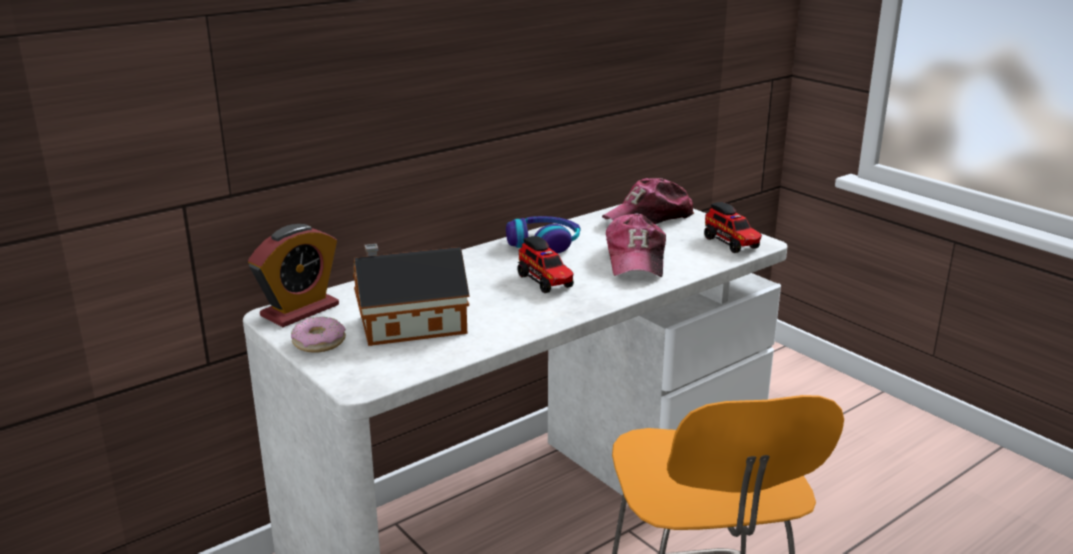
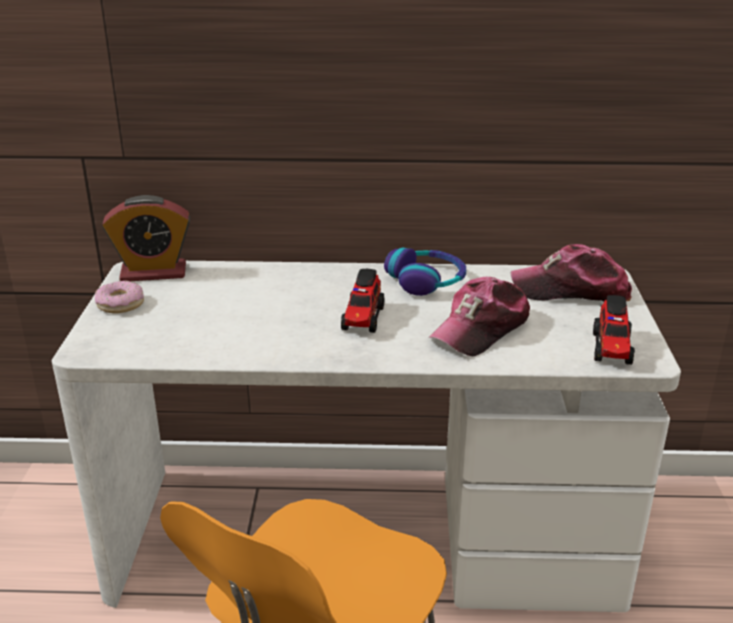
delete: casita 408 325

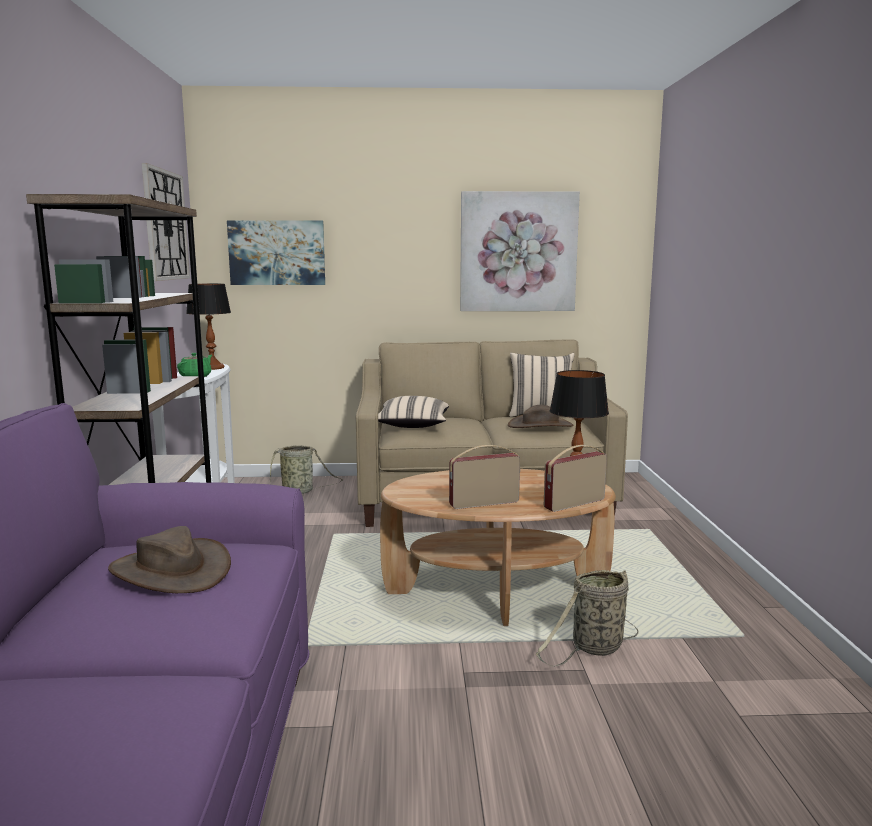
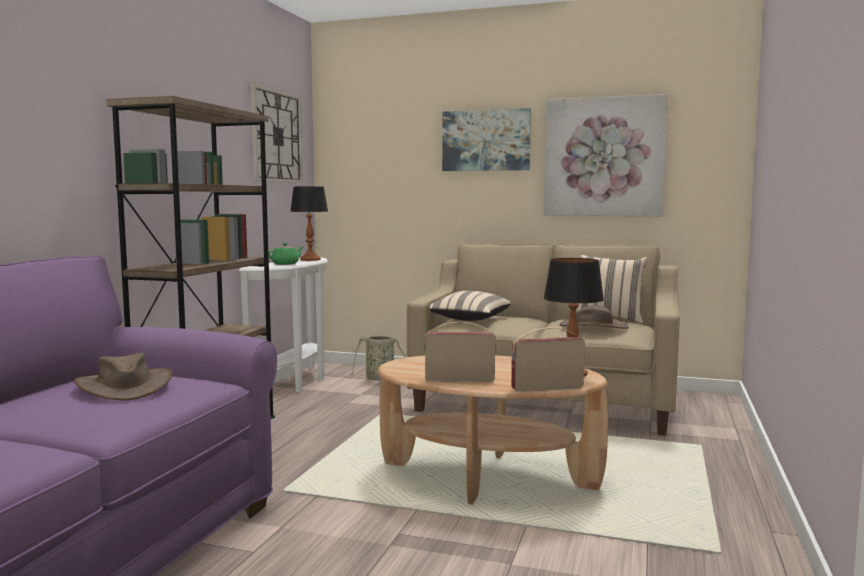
delete: cesta 594 648
move: cuadro 277 253 to 486 140

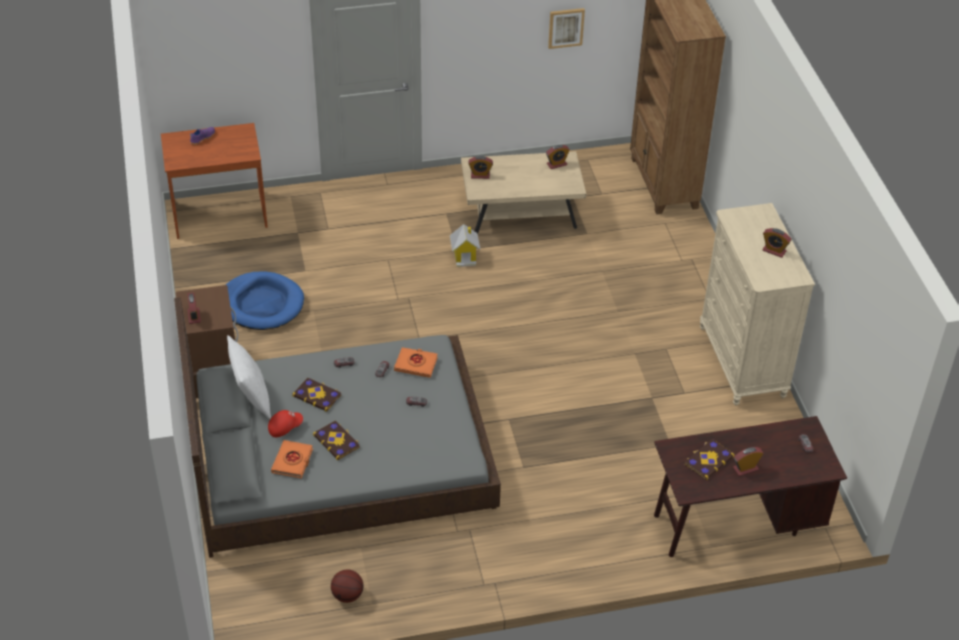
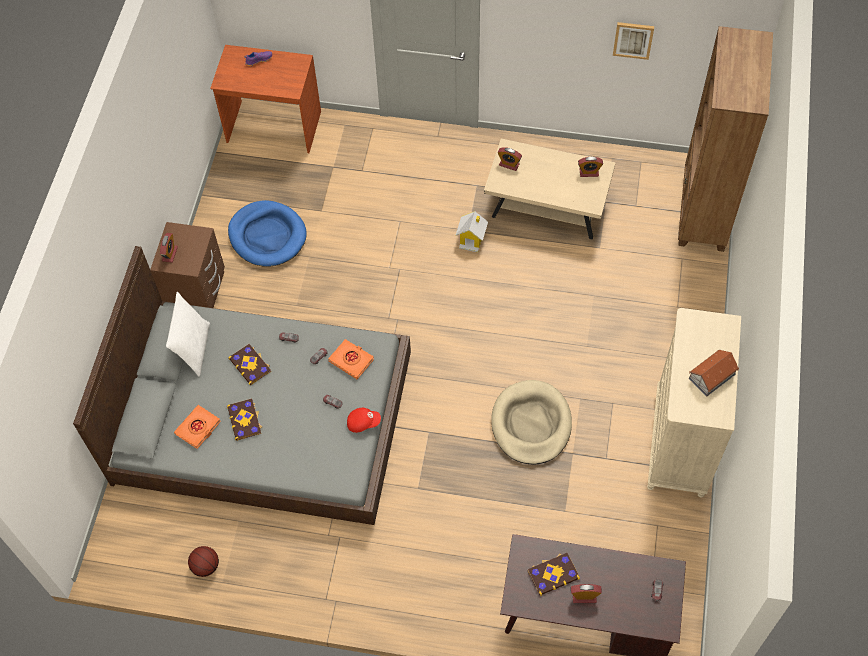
insert: cama para perro (beis) 531 424
move: gorra (rojo) 285 427 to 363 422
replace: despertador 774 251 to casita 712 376

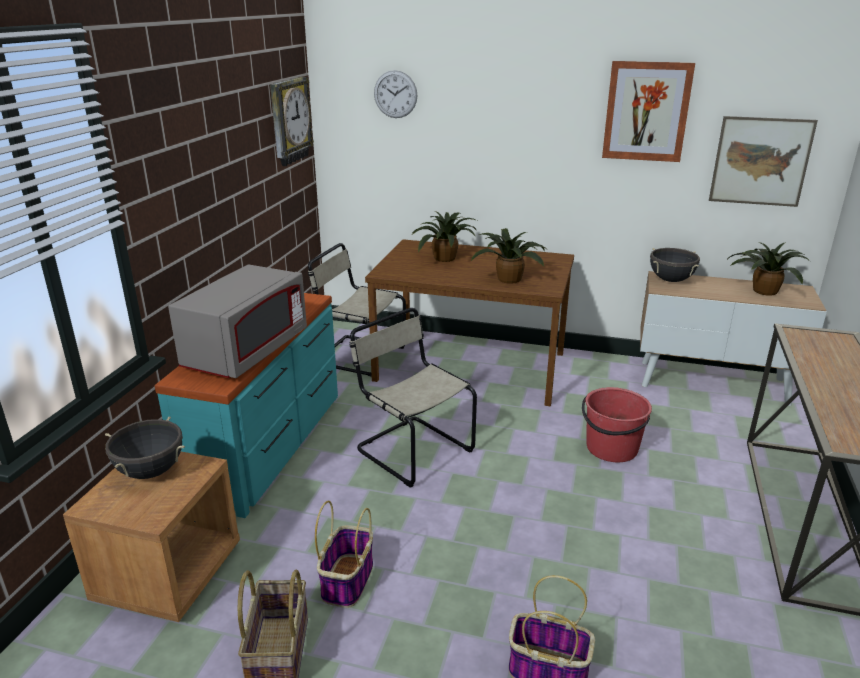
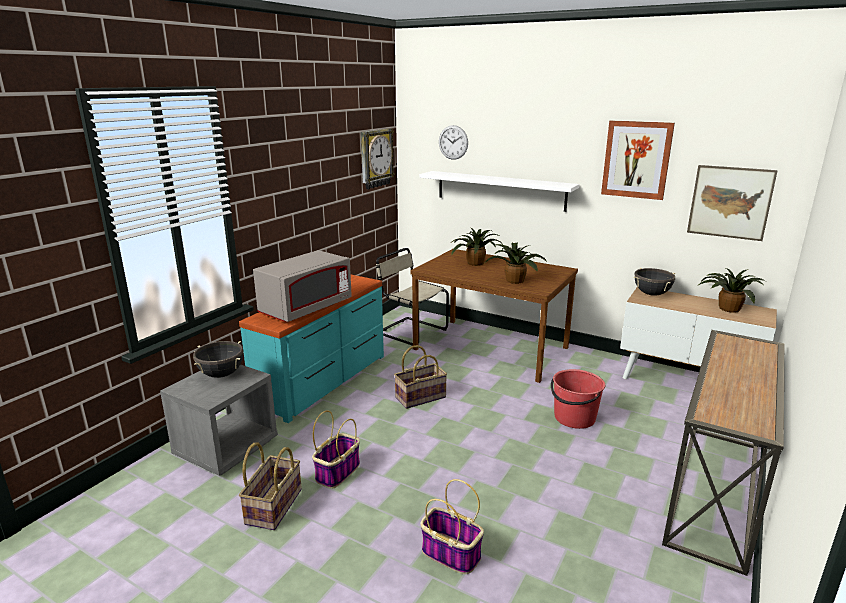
insert: estante (blanco) 500 190
replace: silla (beis) 411 449 to cesta 420 397
recolor: mesita de noche (marrón) 169 573 to mesita de noche (gris) 226 448

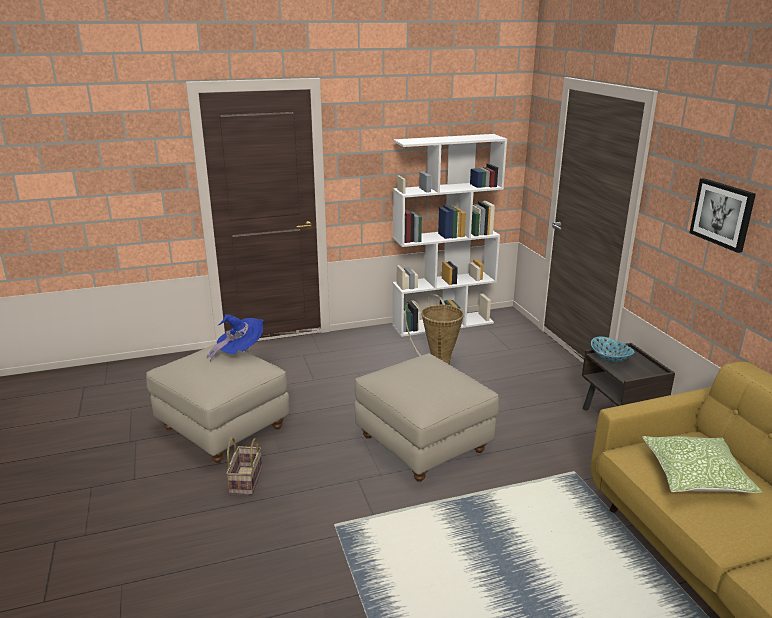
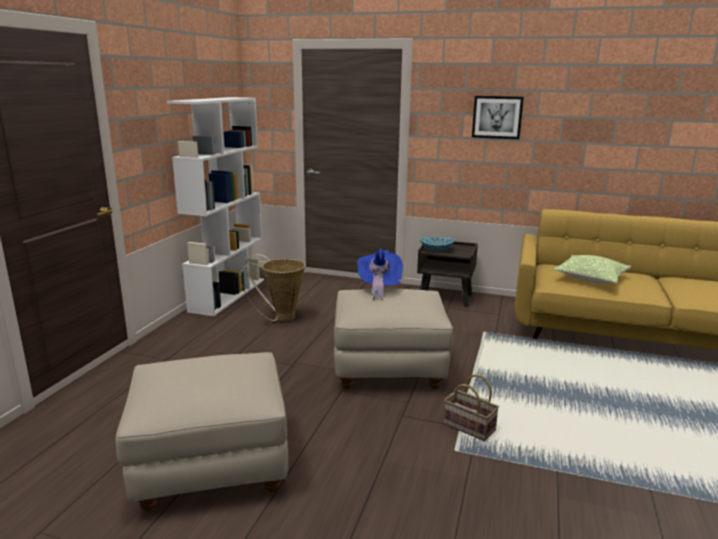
move: sombrero (azul) 240 352 to 379 287; cesta 245 480 to 467 427

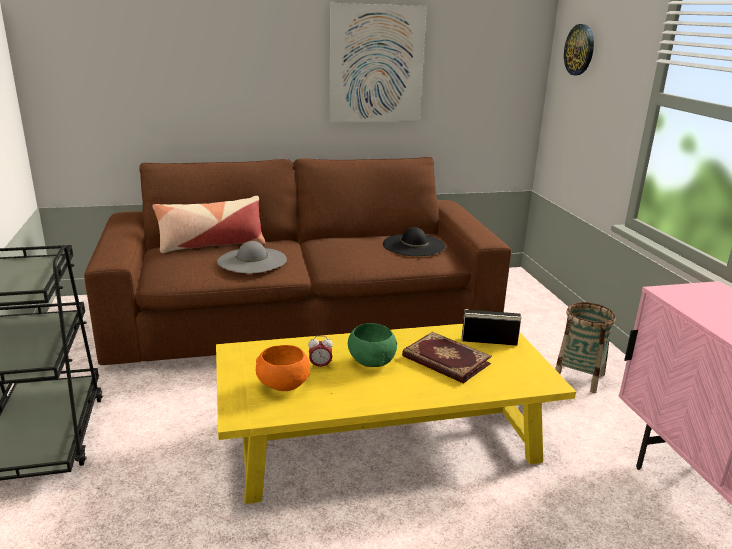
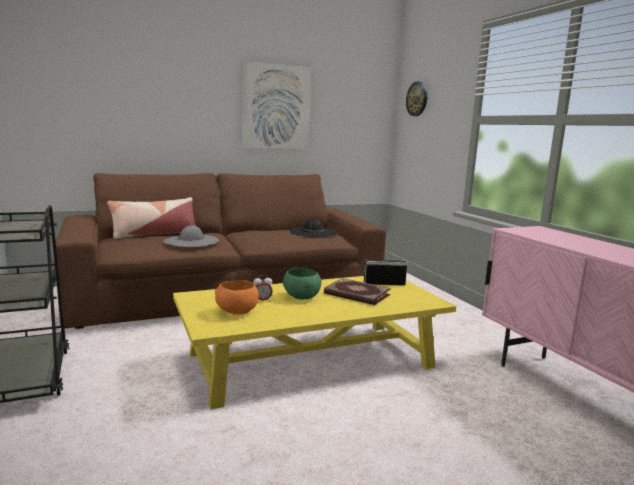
delete: cesta 579 377

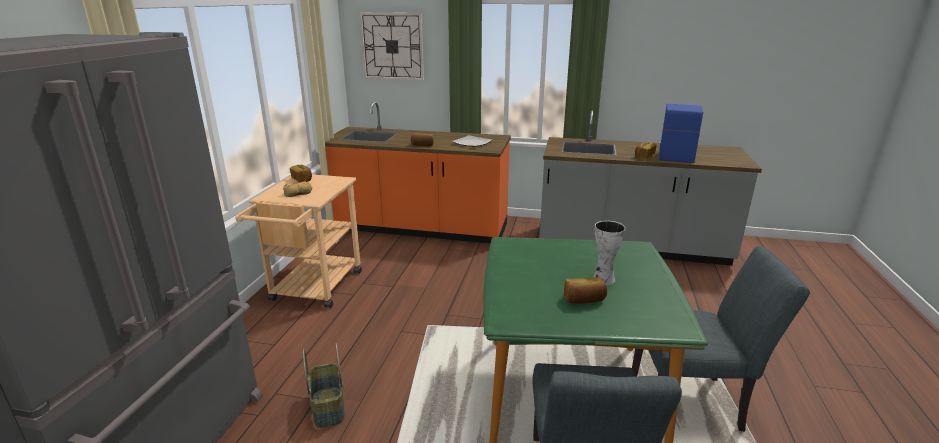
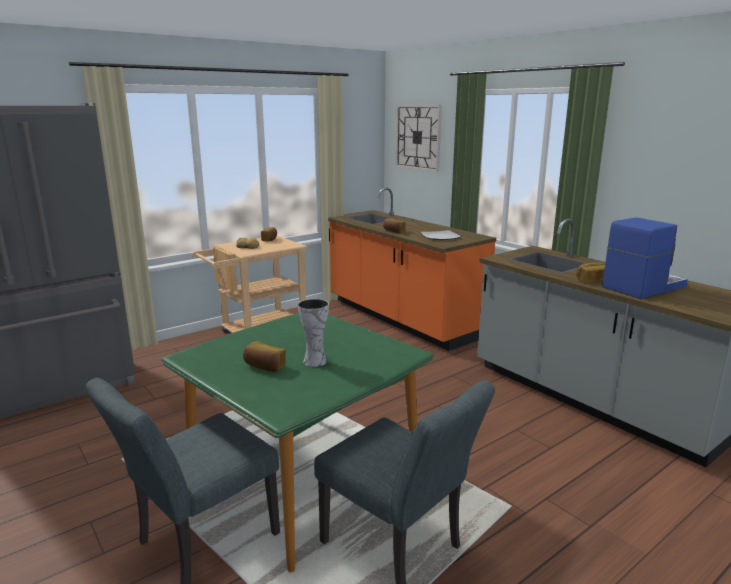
delete: cesta 327 407

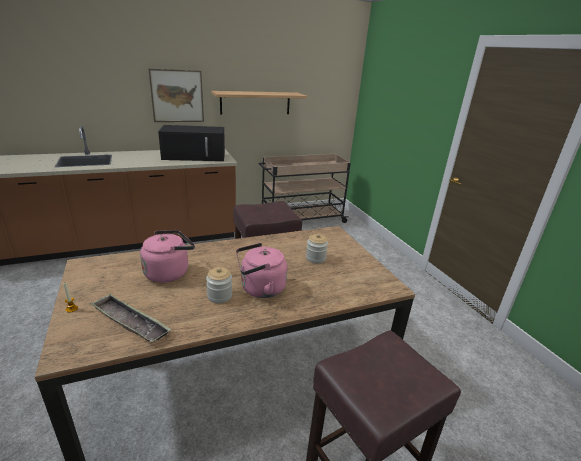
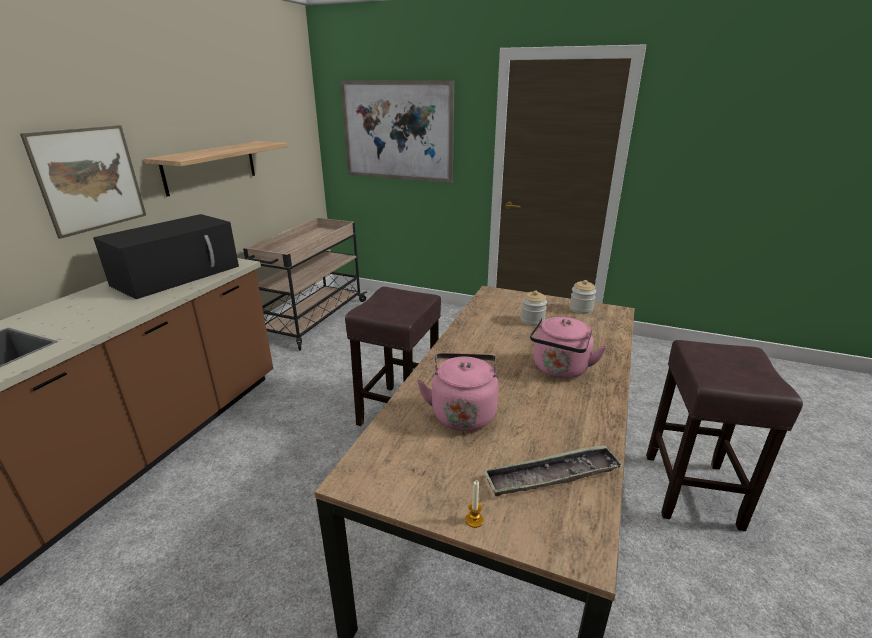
insert: cuadro 397 131
move: tarro 219 296 to 581 309

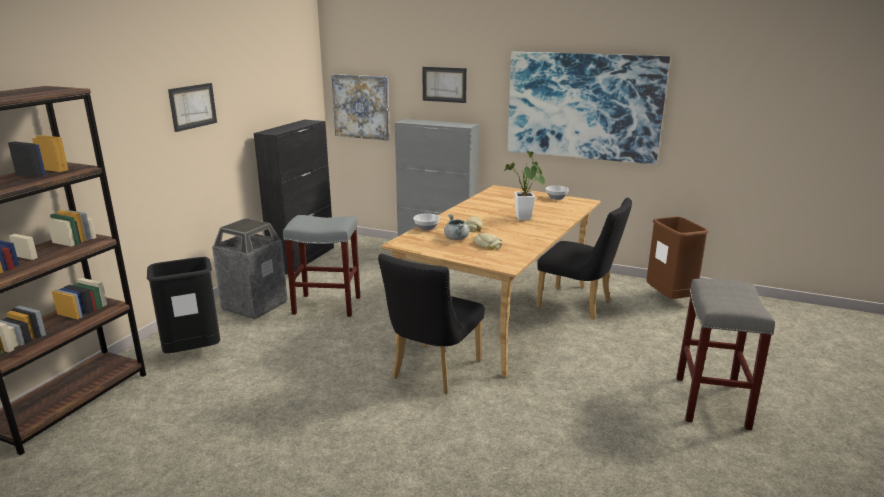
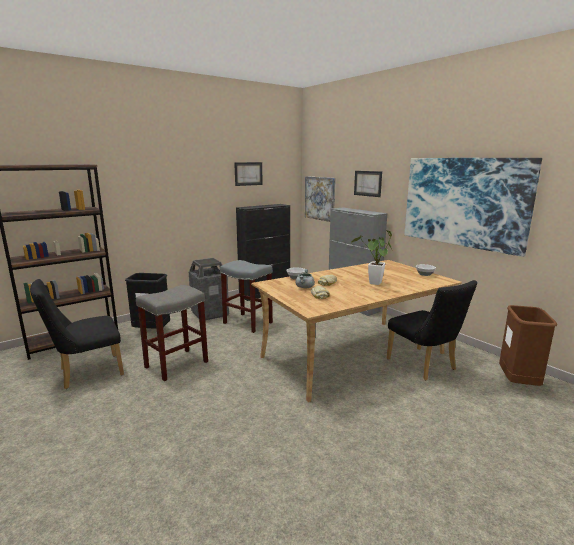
move: cuadro 193 106 to 248 173; silla (negro) 432 372 to 86 373; taburete (gris) 712 403 to 176 365

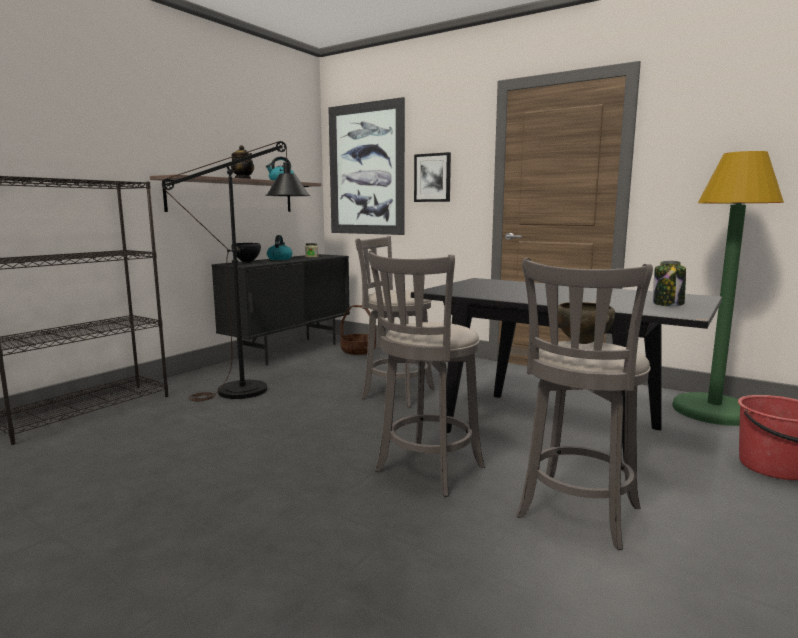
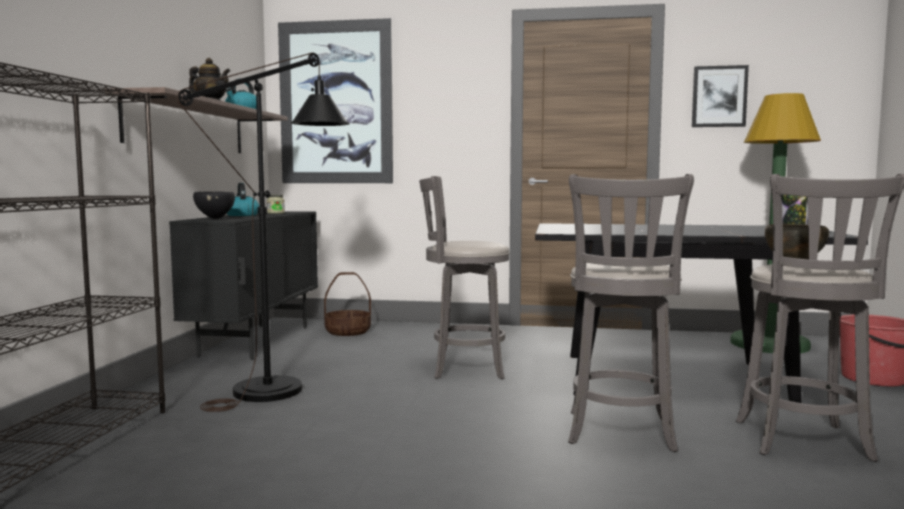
move: cuadro 432 177 to 719 96

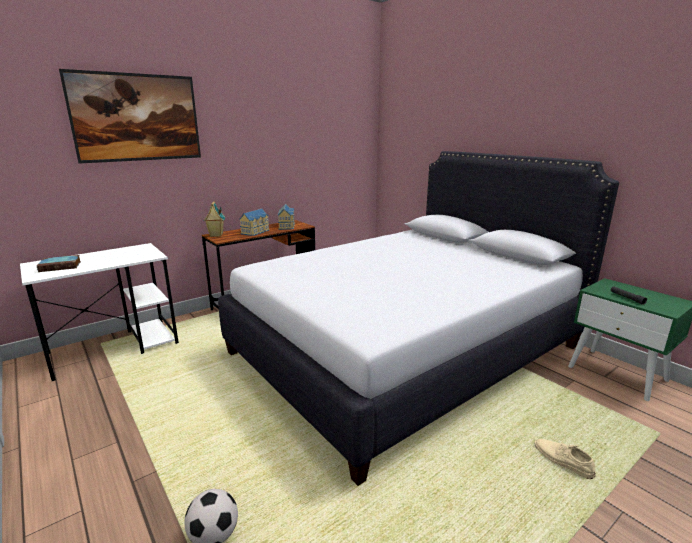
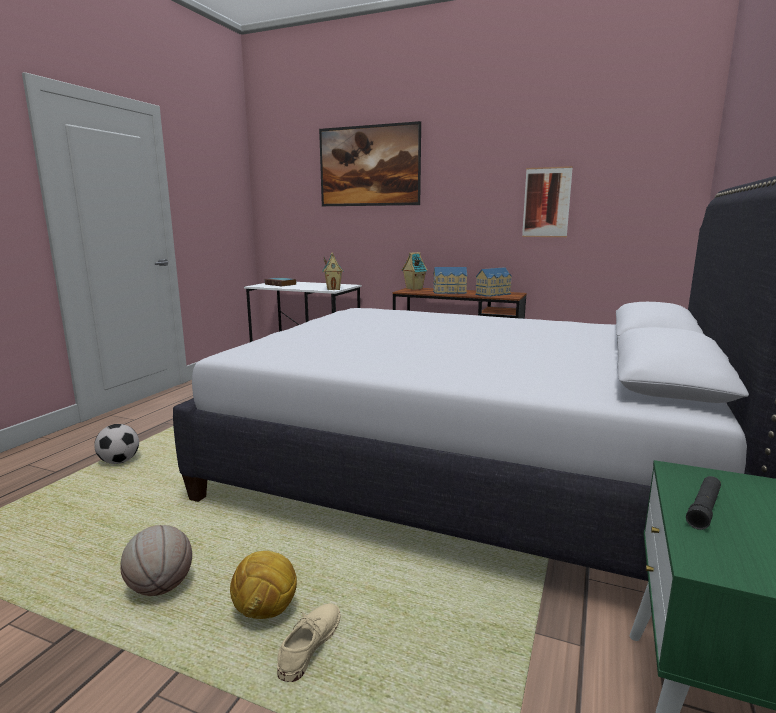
insert: balón de baloncesto 160 587; balón de fútbol 266 612; casita 333 289; cuadro 546 202

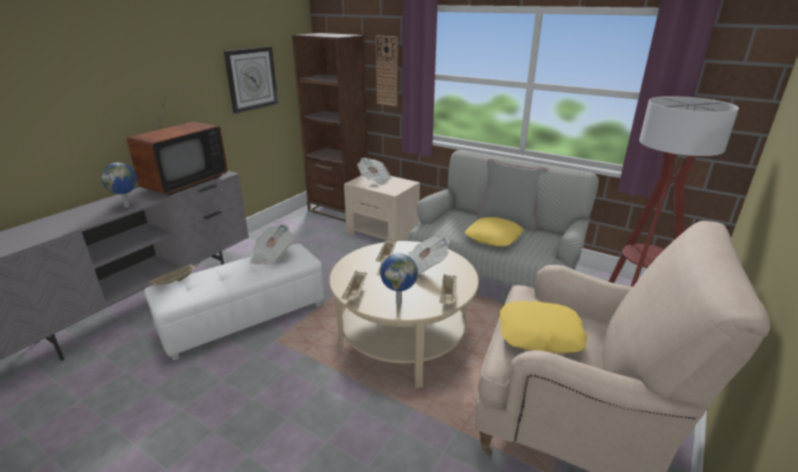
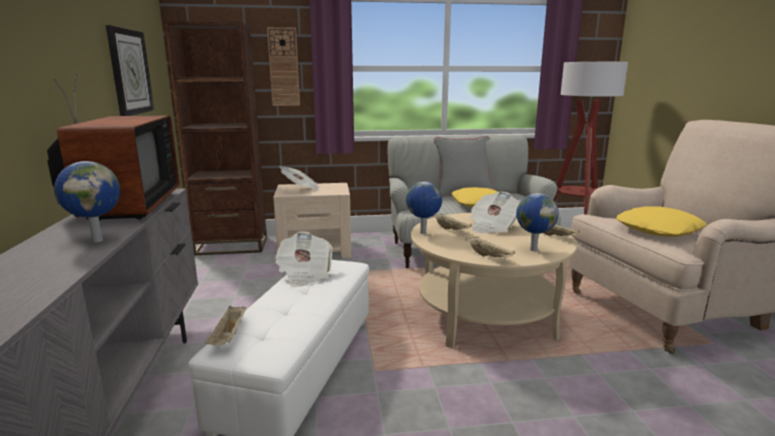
insert: globo terráqueo 423 233

